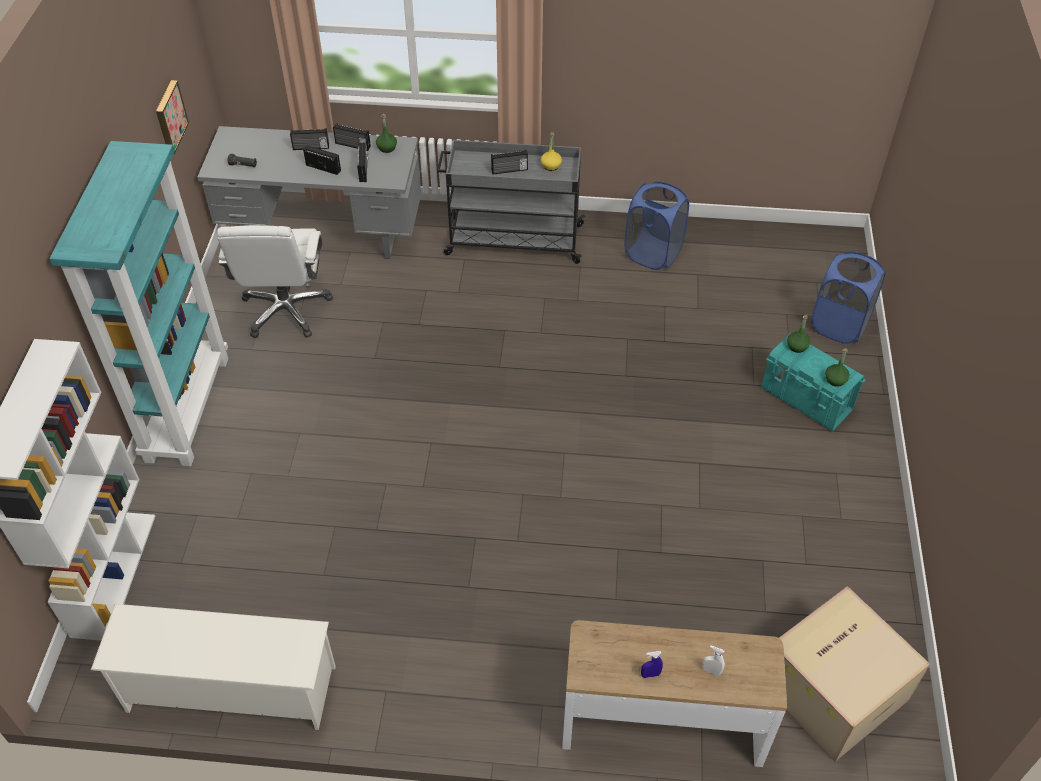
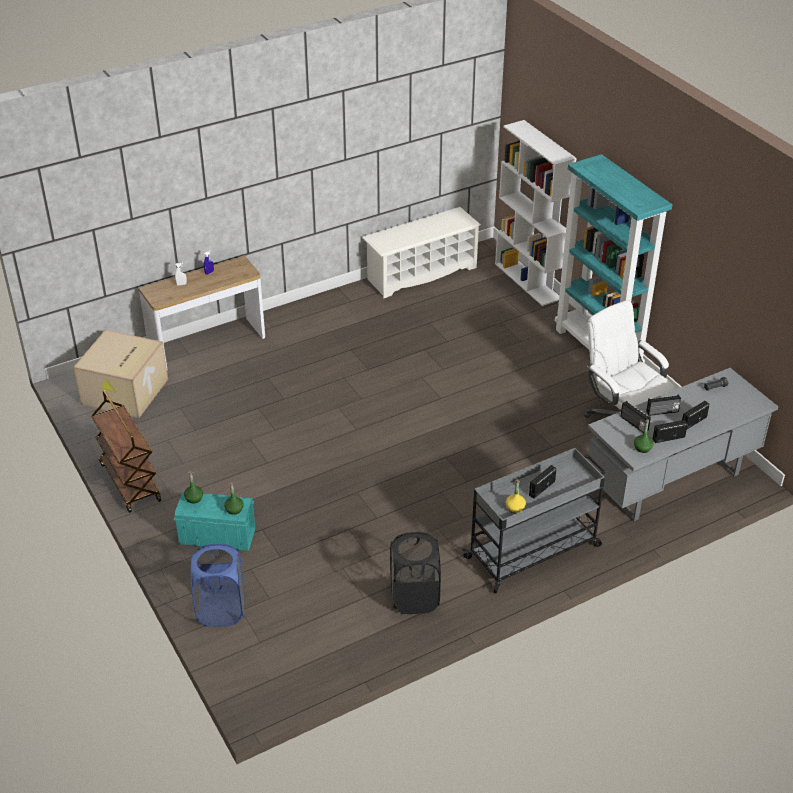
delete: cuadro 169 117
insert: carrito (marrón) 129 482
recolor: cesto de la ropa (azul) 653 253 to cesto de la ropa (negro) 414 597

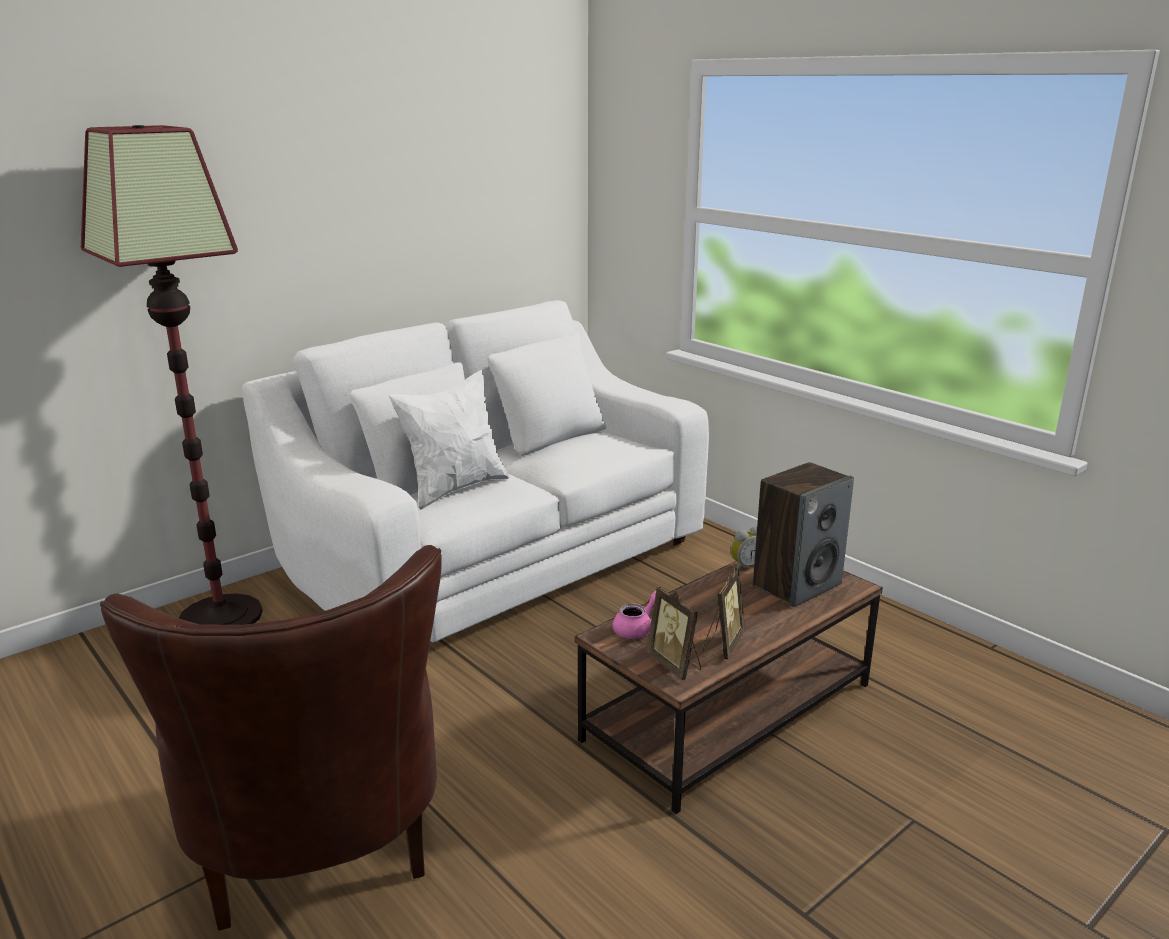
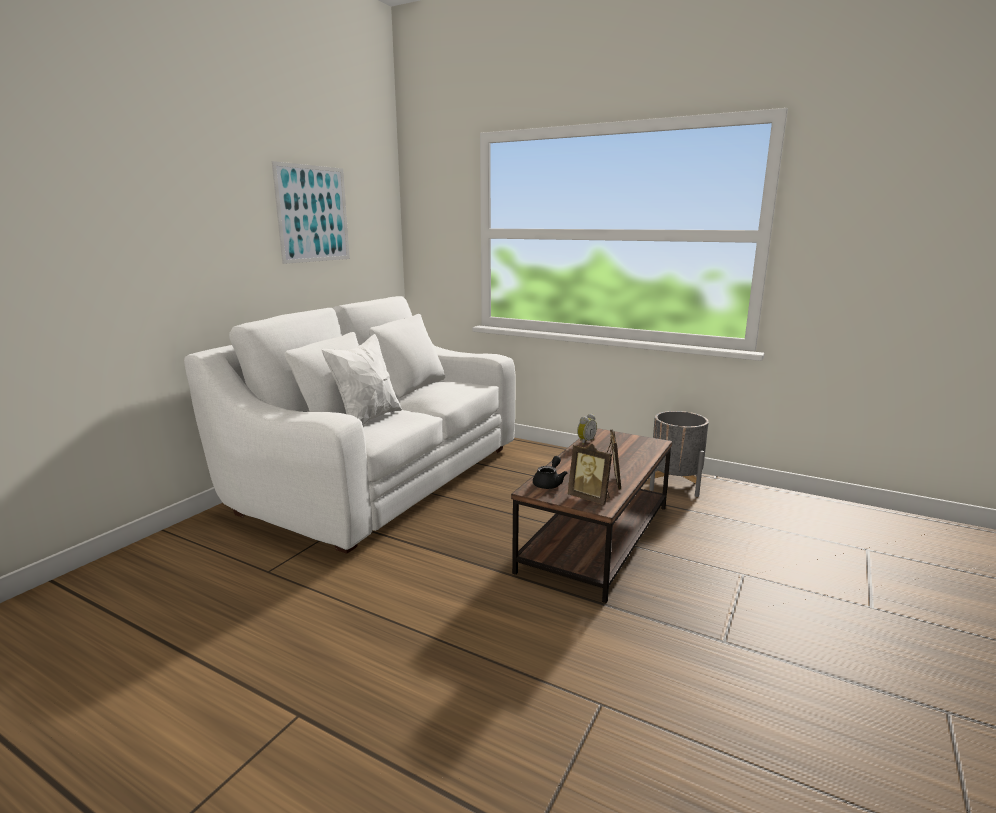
delete: lámpara de pie 221 616; sillón (marrón) 319 865; altavoz 796 585
insert: cuadro 313 214; maceta (gris) 675 484
recolor: tetera (rosa) 638 629 to tetera (negro) 549 483

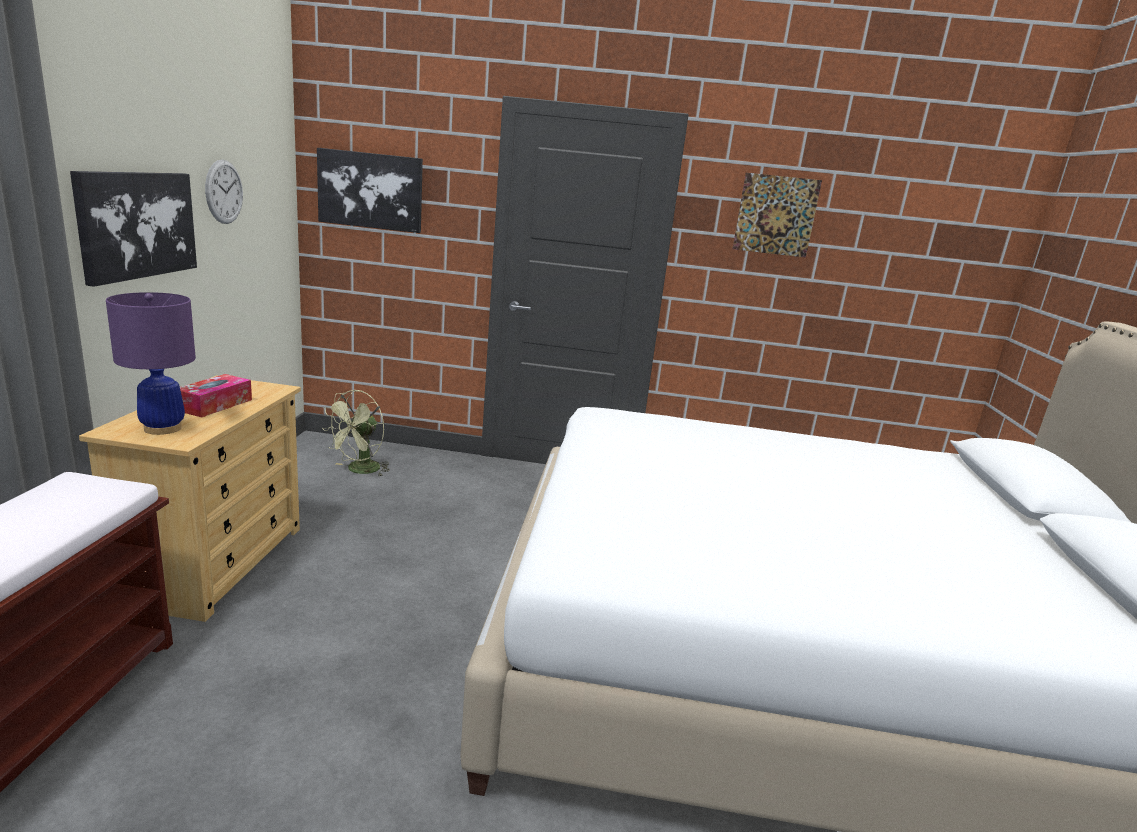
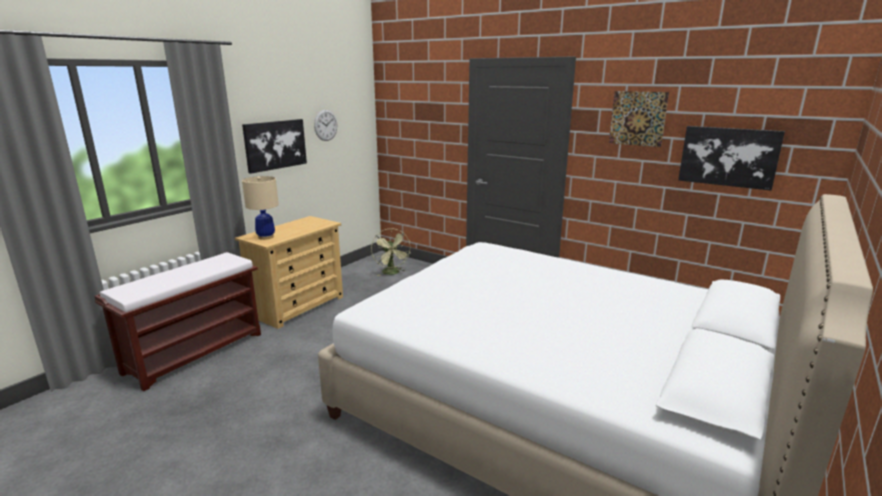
delete: caja de pañuelos 214 405
move: cuadro 370 190 to 728 156
recolor: lámpara de mesa (morado) 162 428 to lámpara de mesa (beis) 266 237
rotate: ventilador (verde) 359 471 = 392 273 75 degrees counterclockwise

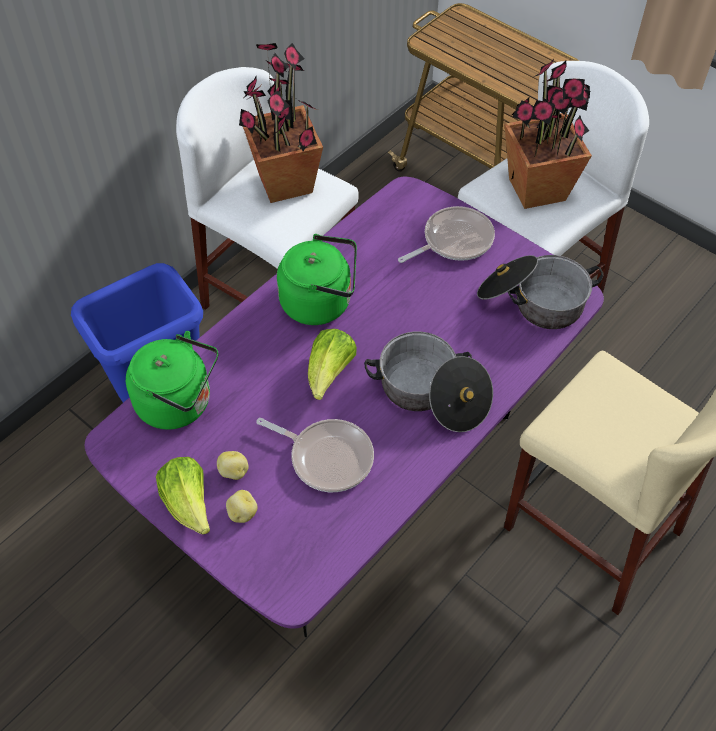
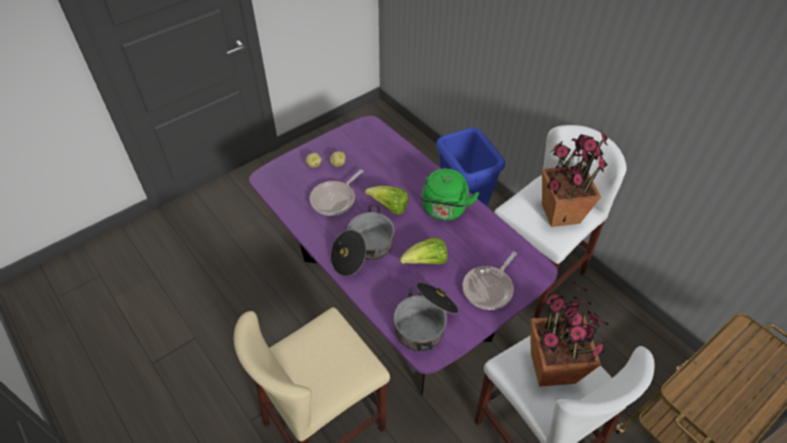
delete: hervidor (verde) 179 403
move: lechuga 189 504 to 426 262
rotate: sartén 454 240 = 489 288 60 degrees clockwise

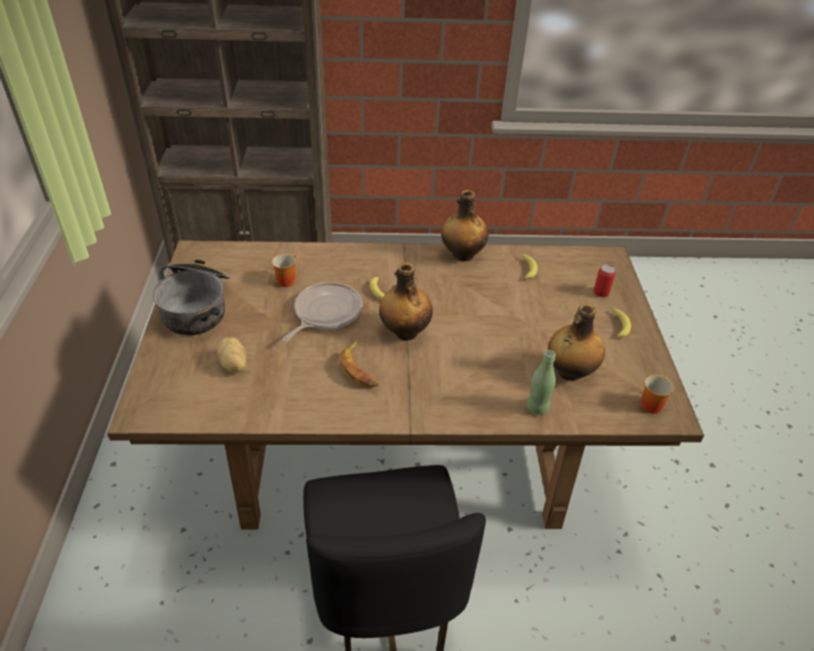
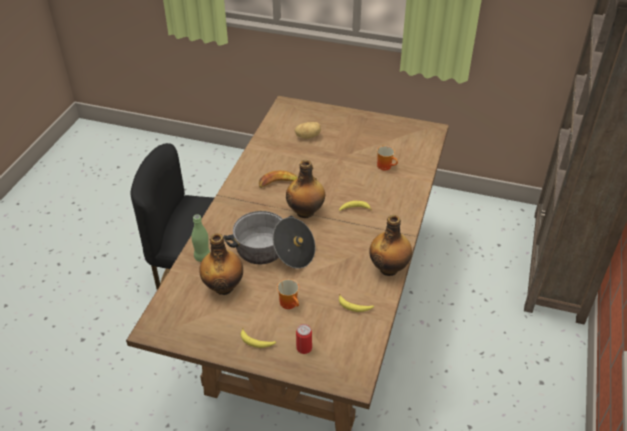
delete: sartén 325 313
move: olla 197 307 to 273 252; taza grande 650 402 to 290 303

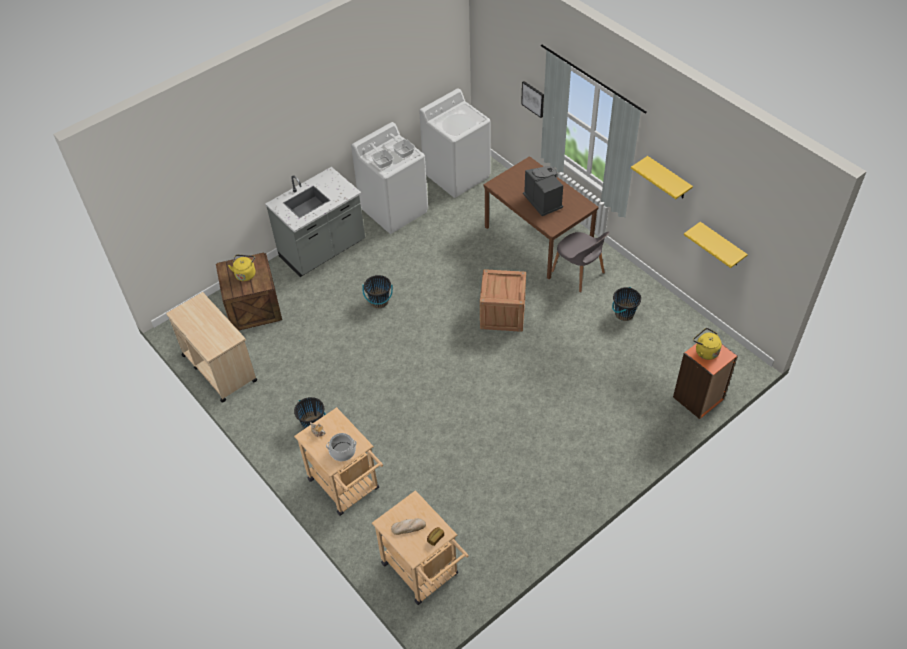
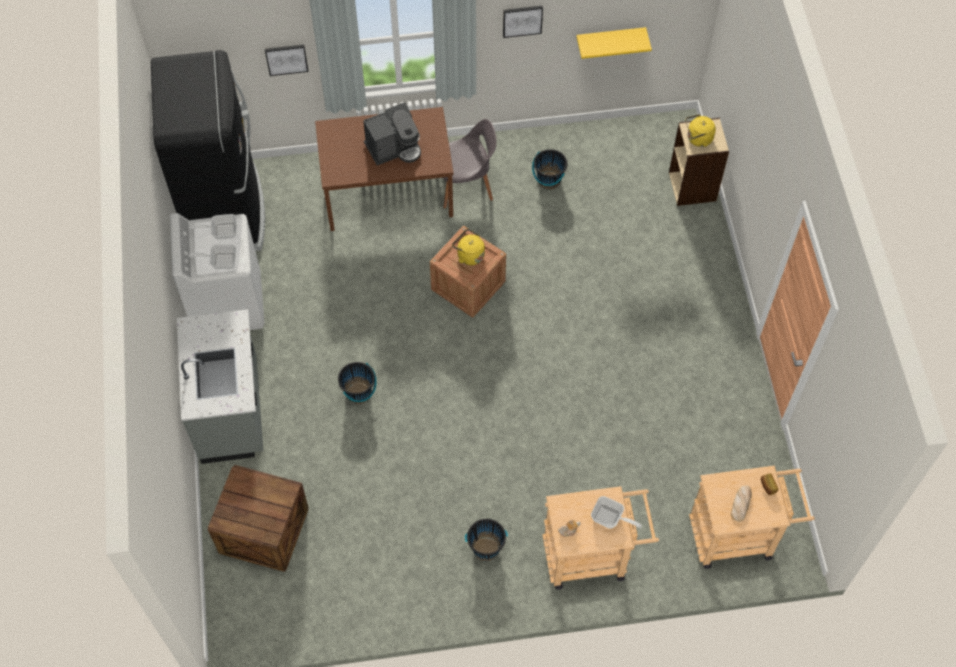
delete: carrito (beis) 219 367
move: hervidor (amarillo) 245 274 to 469 255
replace: olla 342 451 to sartén 610 519; lavadora (blanco) 457 175 to nevera (negro) 226 211; estante (amarillo) 668 178 to cuadro 522 20
recolor: estantería (naranja) 698 398 to estantería (beis) 693 186
rotate: cafetera 543 201 = 394 148 150 degrees clockwise

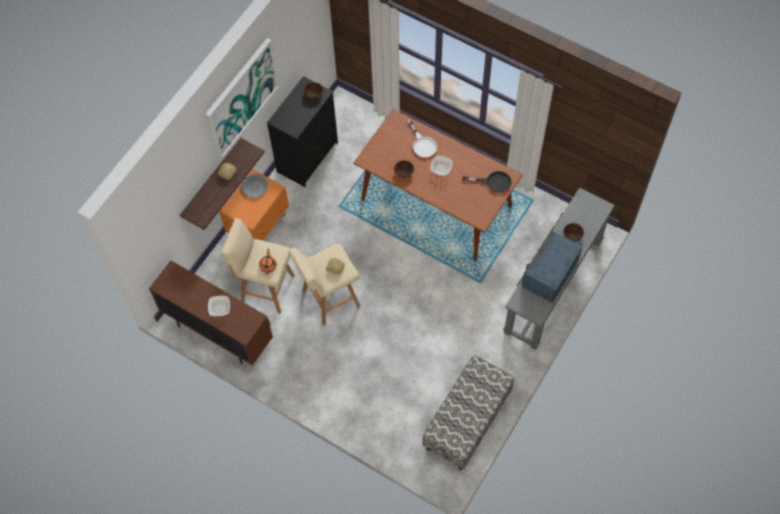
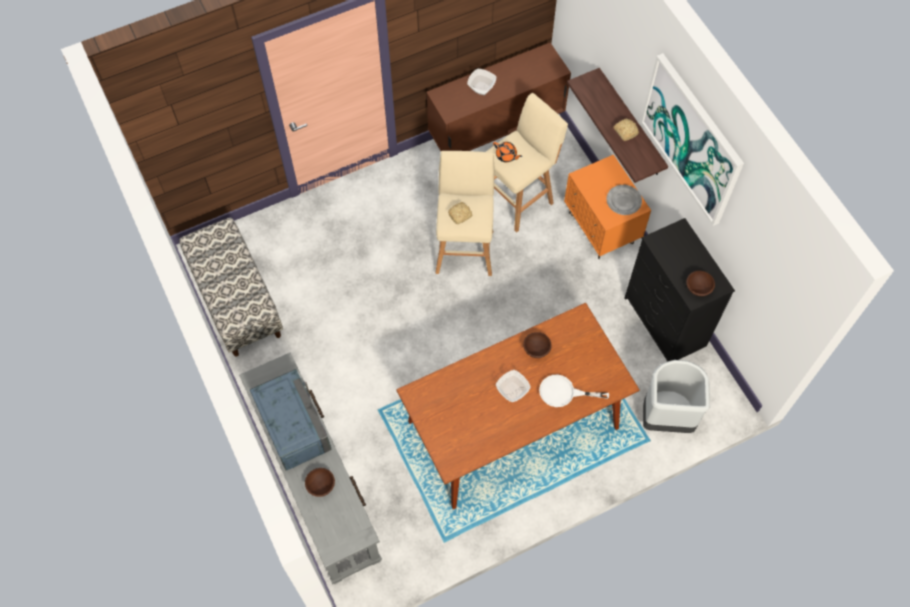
delete: sartén (negro) 493 182
insert: papelera (gris) 666 417

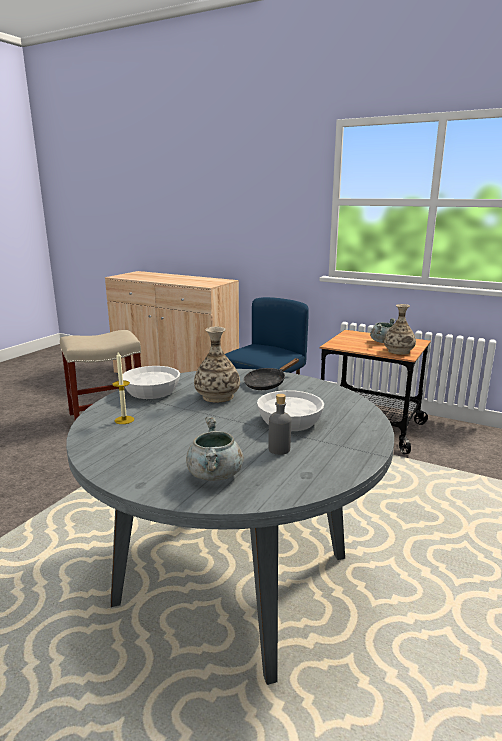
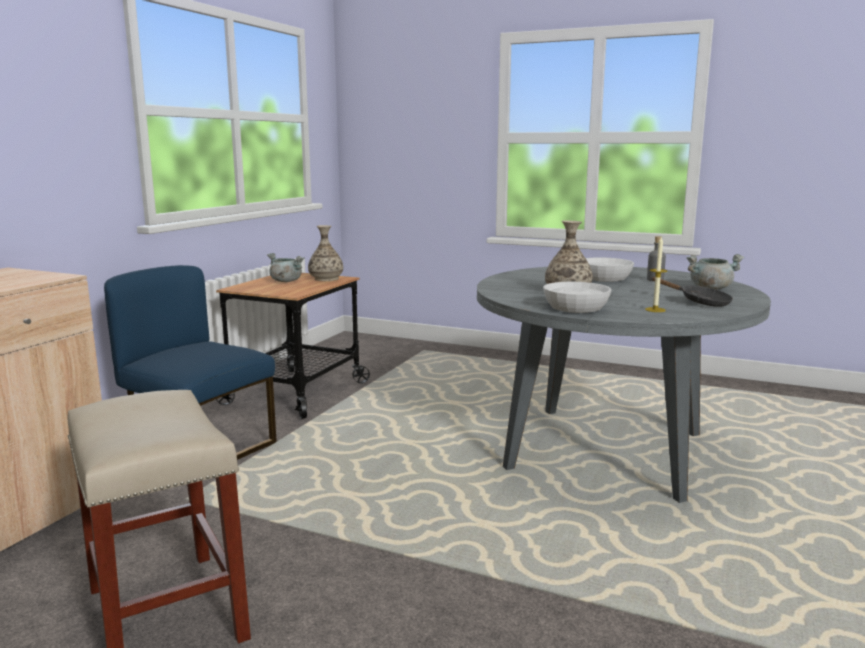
move: sartén (negro) 267 383 to 700 302

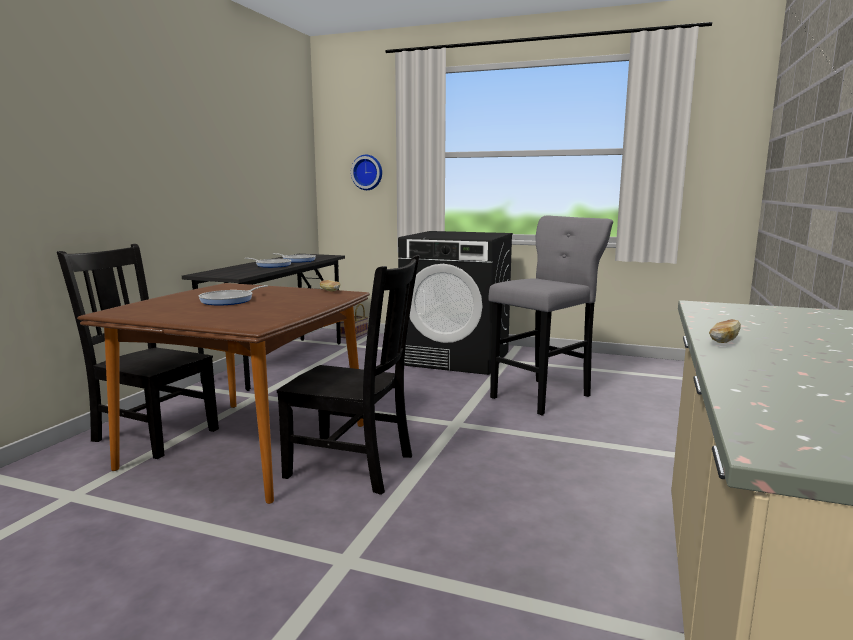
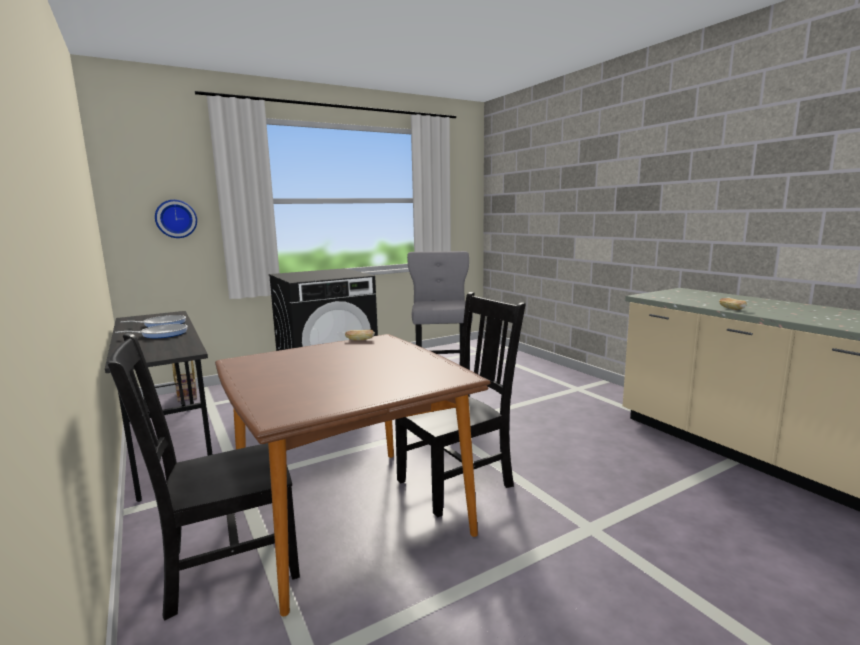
delete: sartén 229 300

